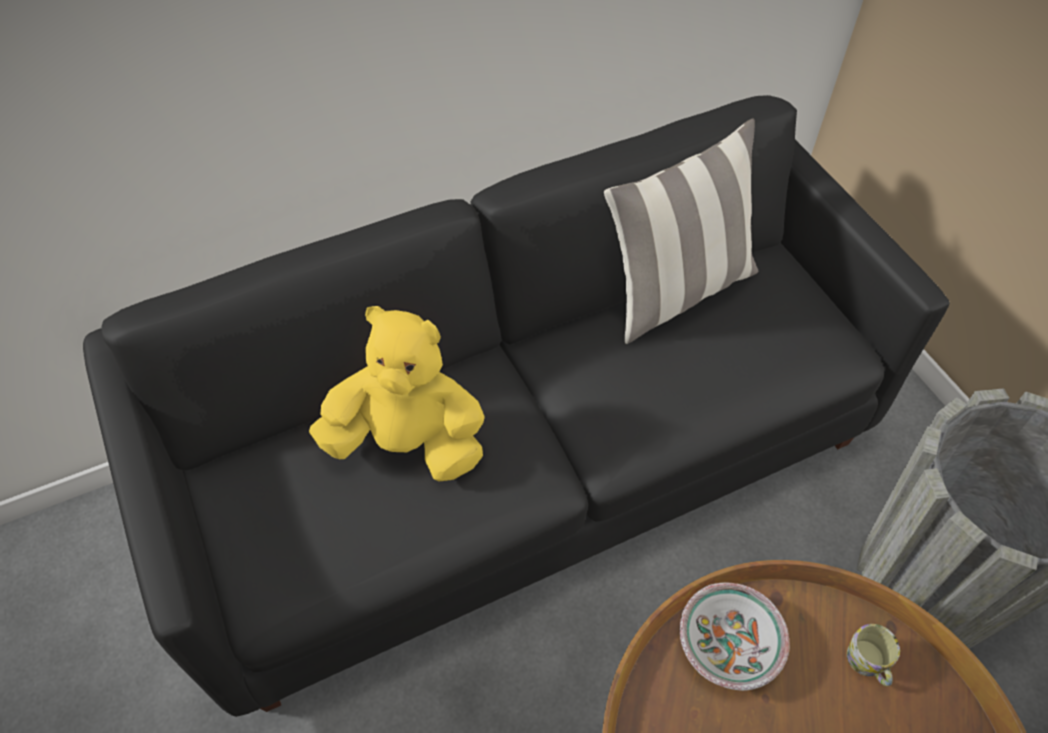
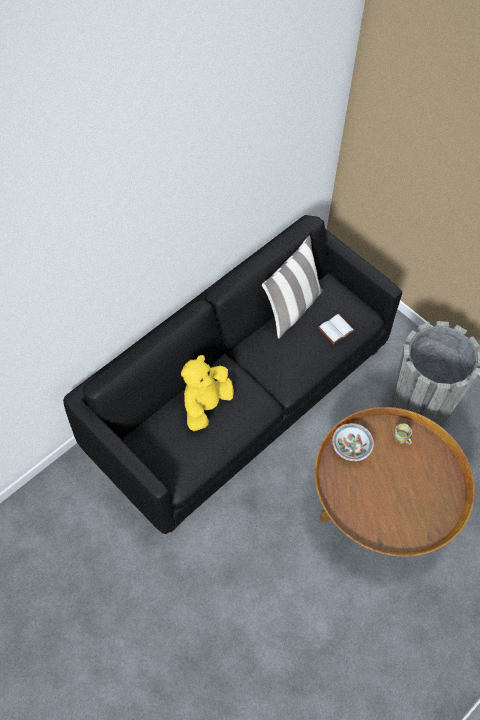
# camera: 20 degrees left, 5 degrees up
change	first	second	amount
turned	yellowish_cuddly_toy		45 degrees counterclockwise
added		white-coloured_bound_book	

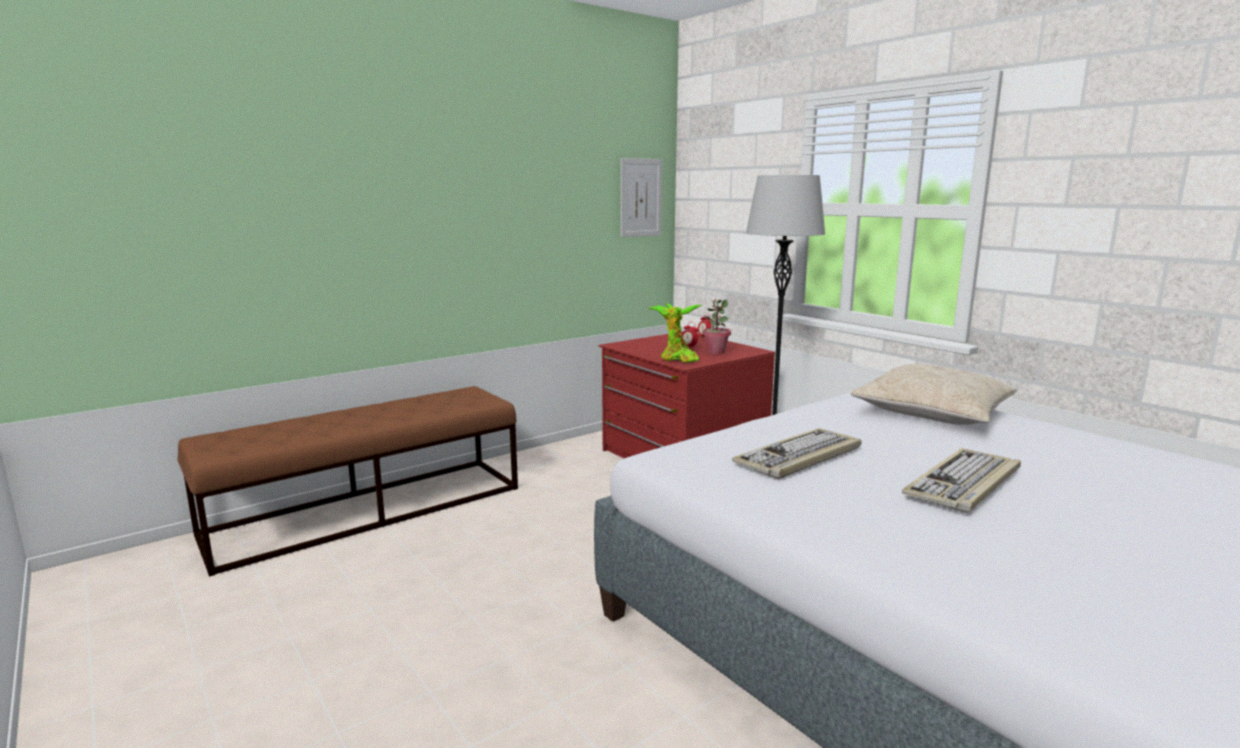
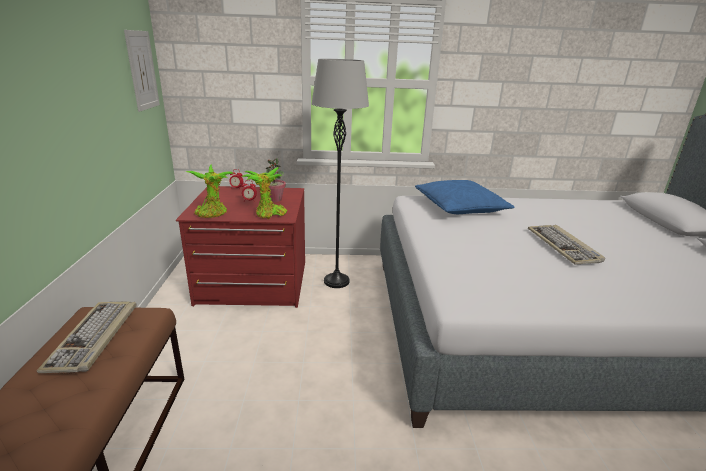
# camera: 55 degrees left, 10 degrees up
change	first	second	amount
moved	keyboard (1st from left)		
added		houseplant (1st from left)	
recoloured	sand-coloured_cushion	bluish_cushion	

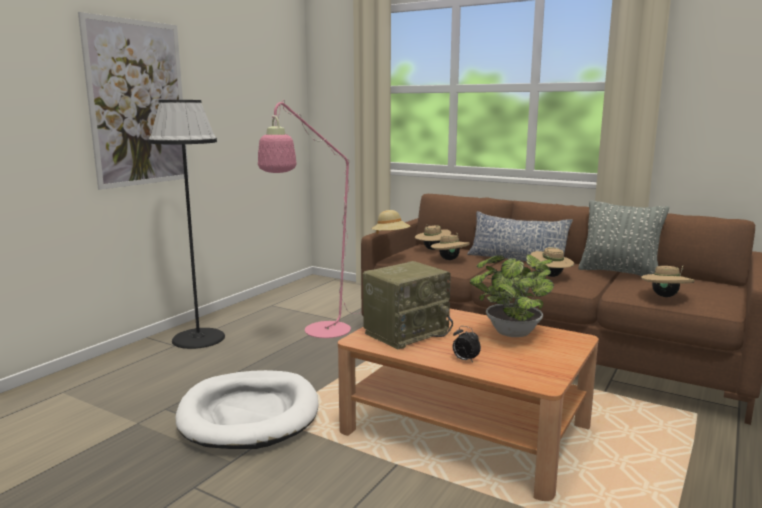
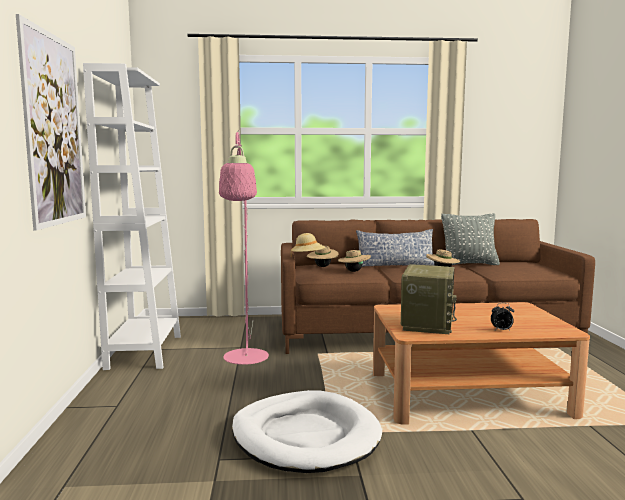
# camera: 35 degrees left, 5 degrees down
change	first	second	amount
added		white-coloured_bookcase	
removed	black-coloured_standard_lamp		
removed	houseplant		
removed	sand-coloured_clothing_hat (5th from left)		

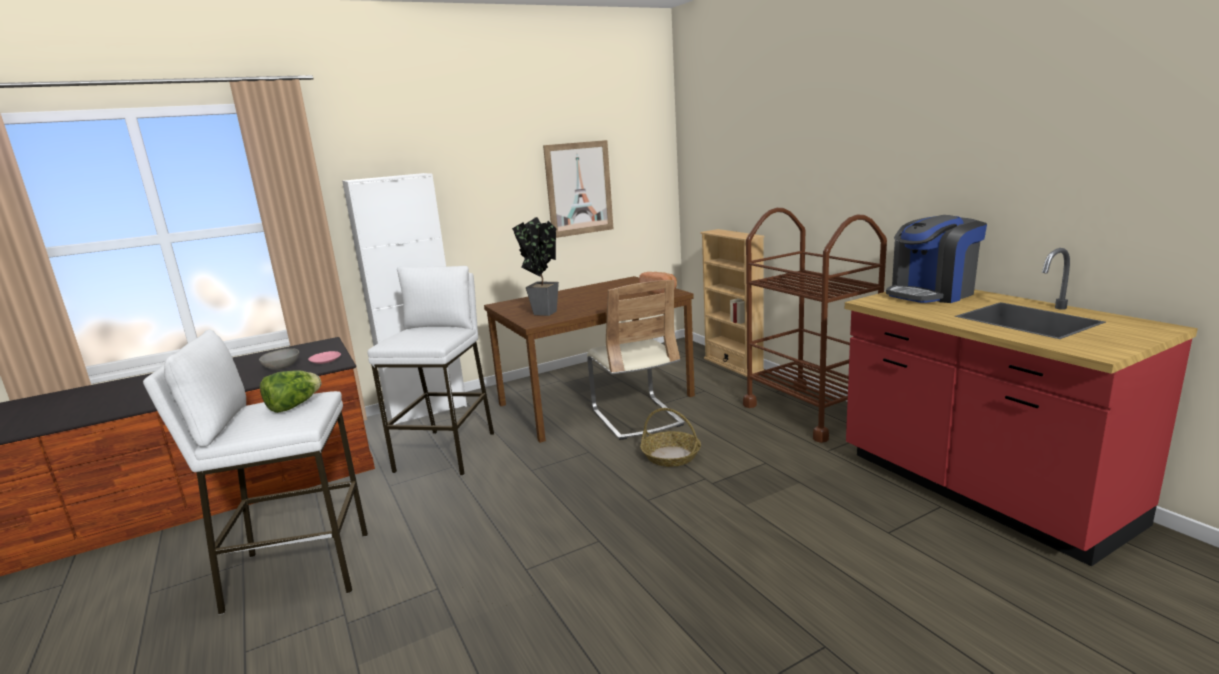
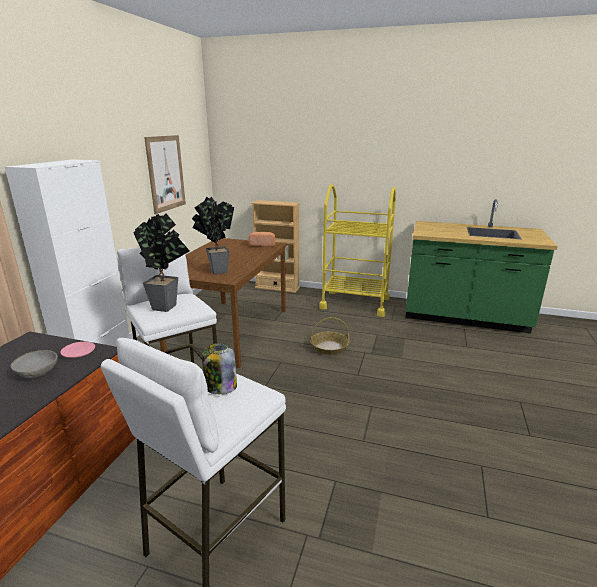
# camera: 45 degrees left, 5 degrees up
change	first	second	amount
added		houseplant (1st from left)	
replaced	lettuce	preserve_jar	
recoloured	brown_trolley	yellowish_trolley	
recoloured	reddish_kitchen_counter	greenish_kitchen_counter	
removed	sand-coloured_chair		
removed	coffee_machine		

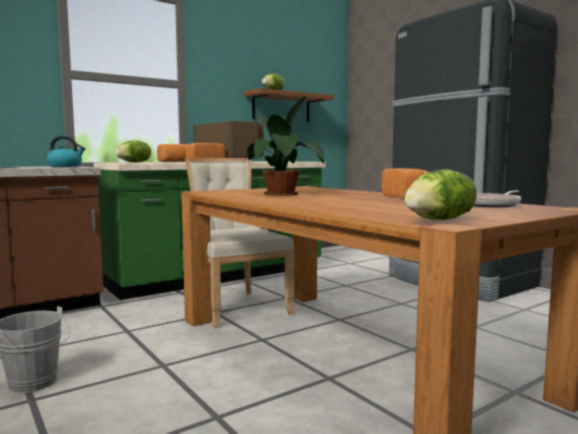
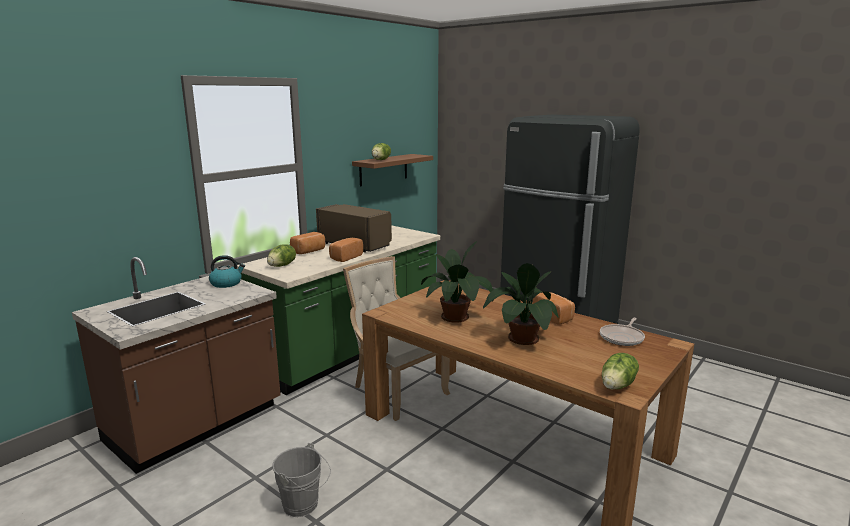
# camera: 15 degrees left, 10 degrees up
change	first	second	amount
added		houseplant (2nd from left)	

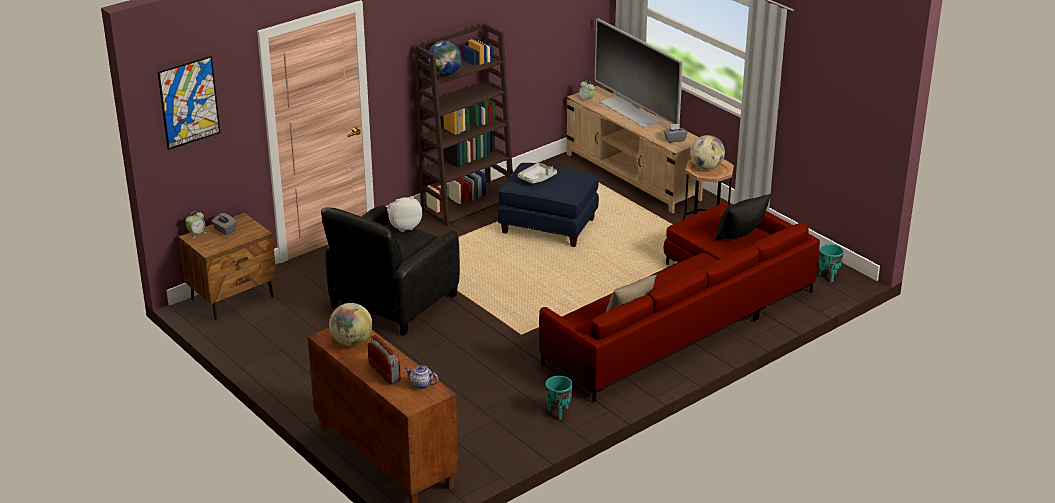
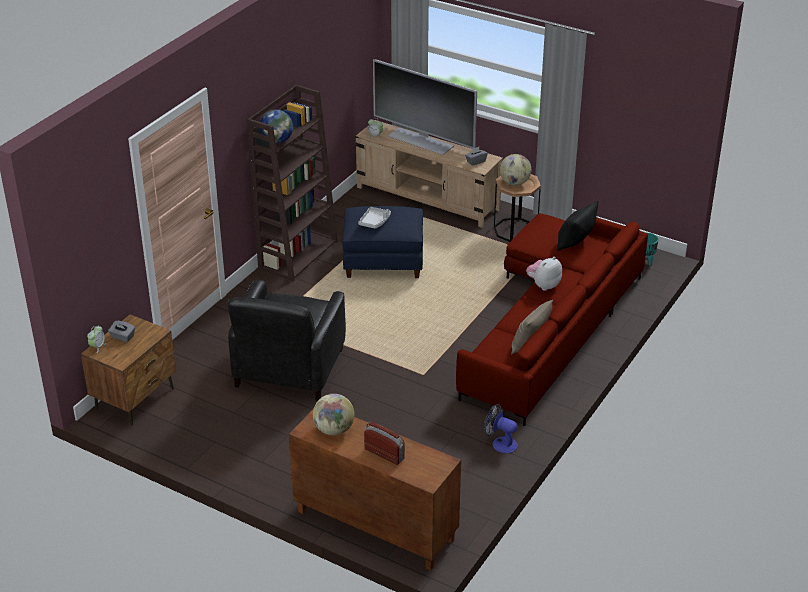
# camera: 20 degrees left, 5 degrees up
change	first	second	amount
replaced	turquoise_flower_pot (1st from left)	cooling_fan	
moved	cuddly_toy		
removed	wall_art		
removed	teapot		

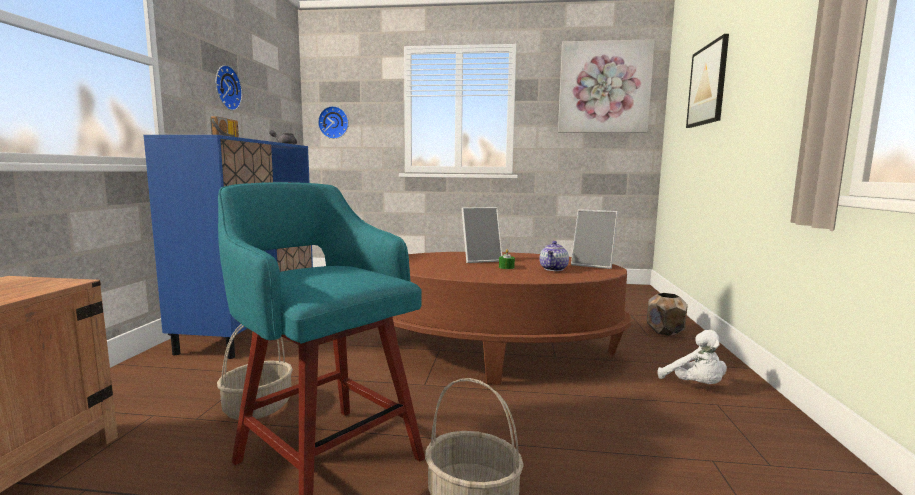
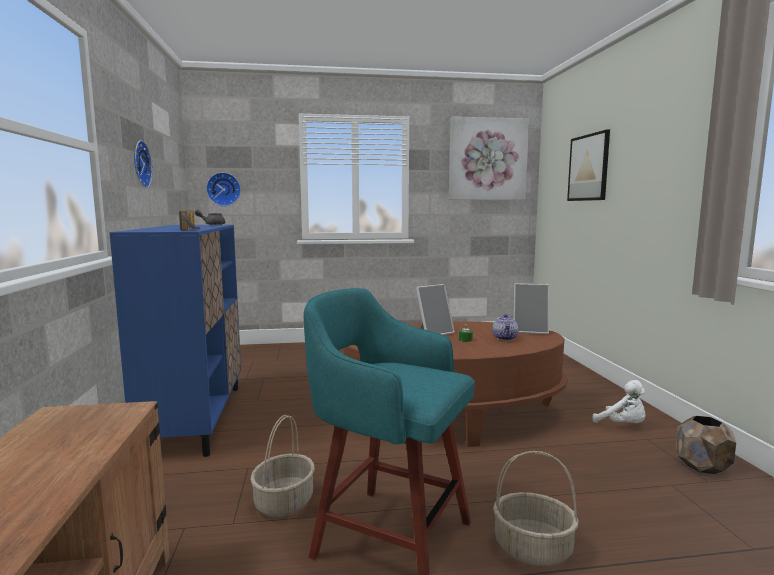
# camera: 15 degrees left, 0 degrees up
change	first	second	amount
moved	brown_flower_pot		

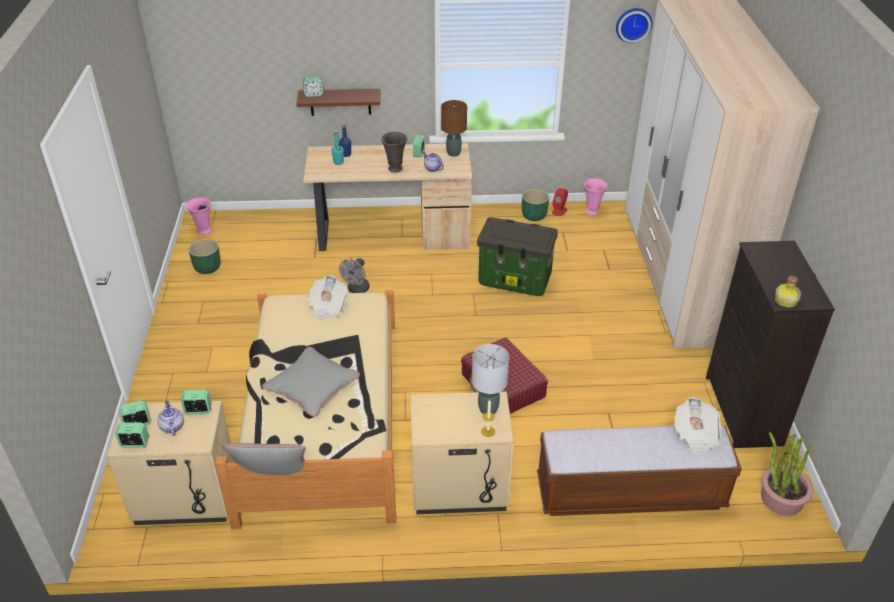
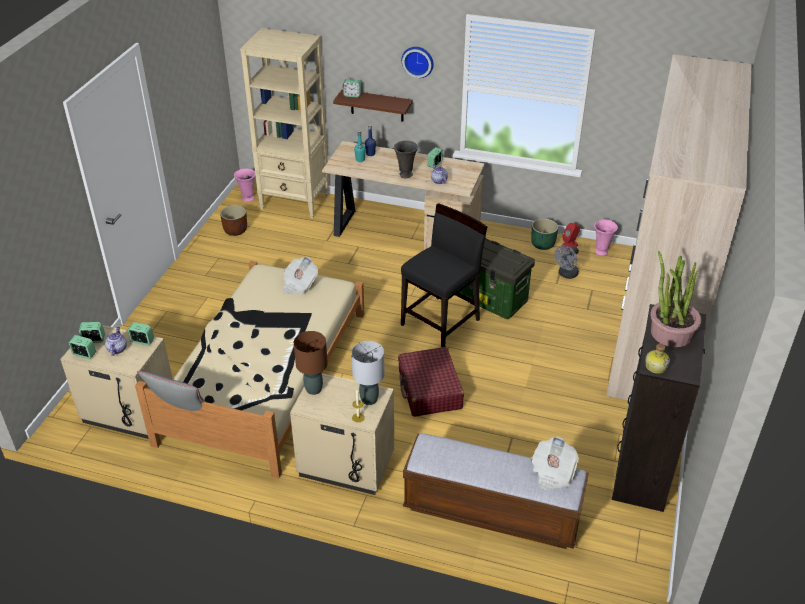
# camera: 20 degrees right, 0 degrees up
change	first	second	amount
recoloured	greenish_flower_pot (1st from left)	brown_flower_pot	
added		sand-coloured_bookcase	
moved	brown_table_lamp		
moved	wall_clock		
added		black-coloured_chair	
moved	grey_cooling_fan		
moved	houseplant		
removed	grey_cushion (2nd from left)		

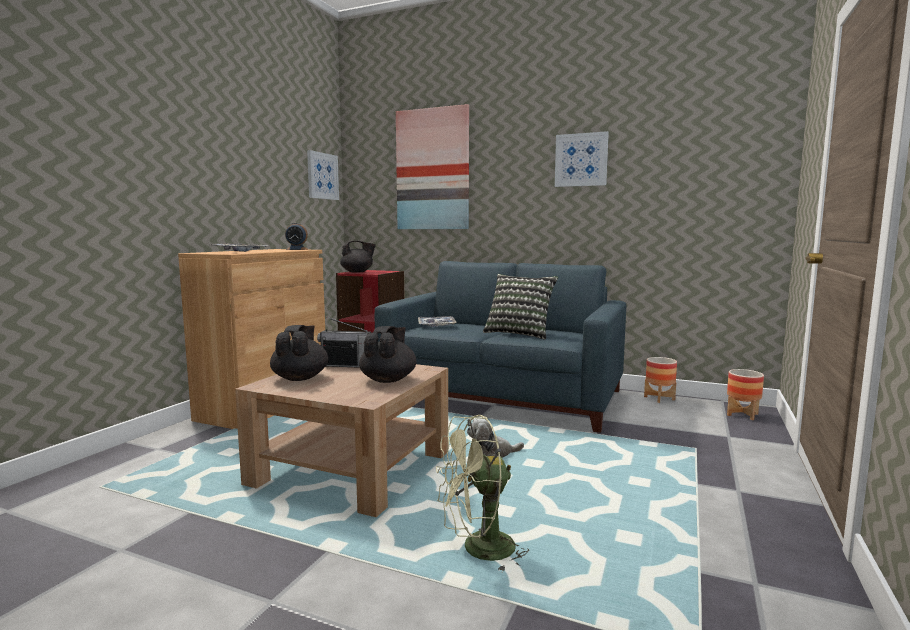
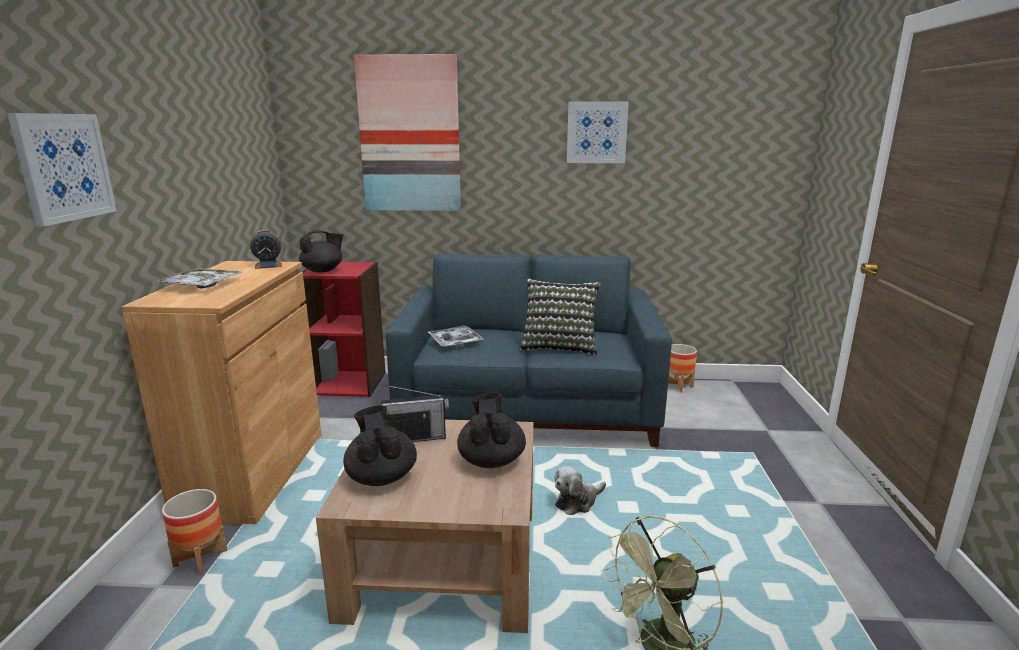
# camera: 20 degrees left, 10 degrees up
change	first	second	amount
moved	wall_art (1st from left)		
moved	flower_pot (2nd from left in the first image)	flower_pot (1st from left)	

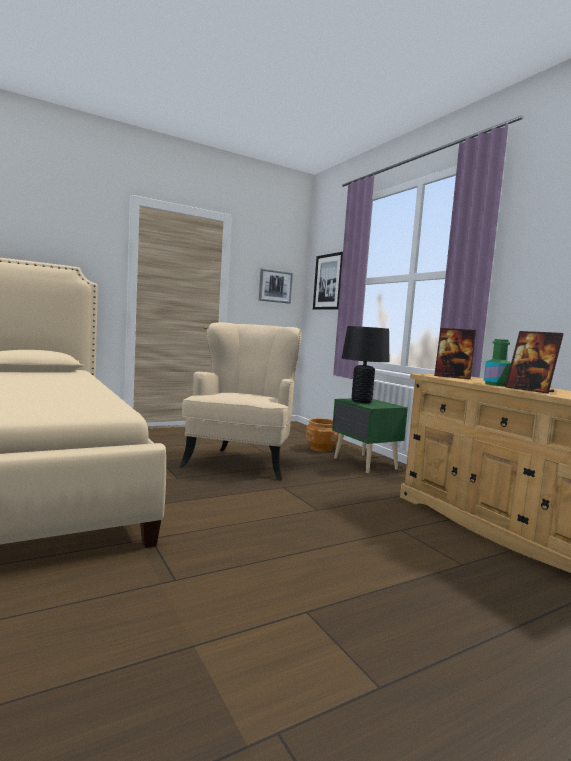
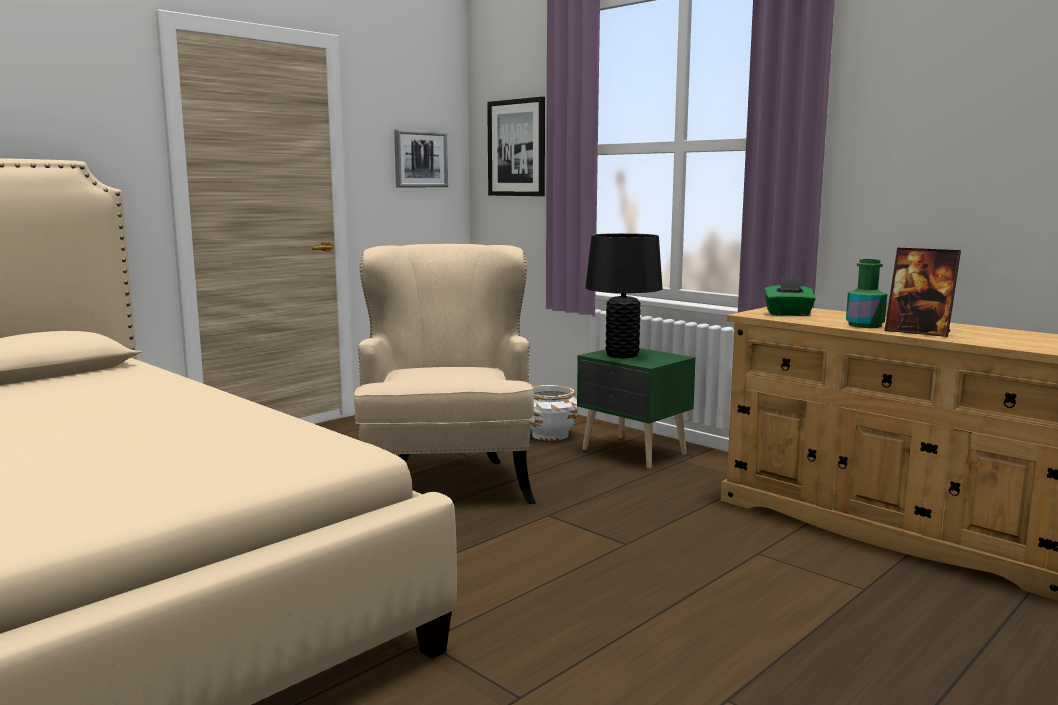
# camera: 15 degrees left, 5 degrees up
change	first	second	amount
recoloured	brown_flower_pot	white-coloured_flower_pot	
replaced	standing_frame (1st from left)	greenish_box_of_tissues	

